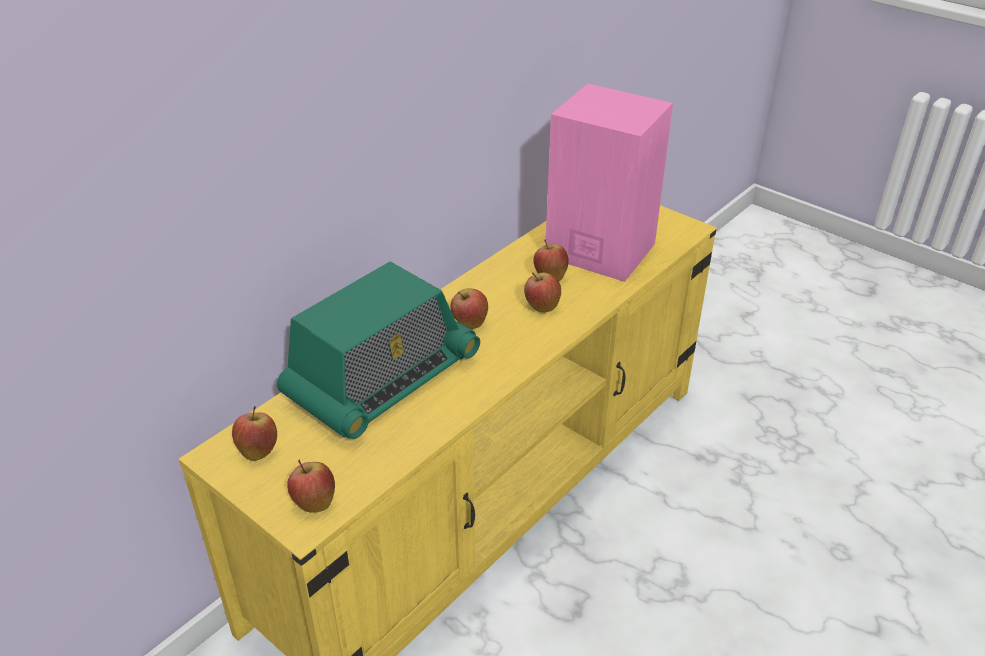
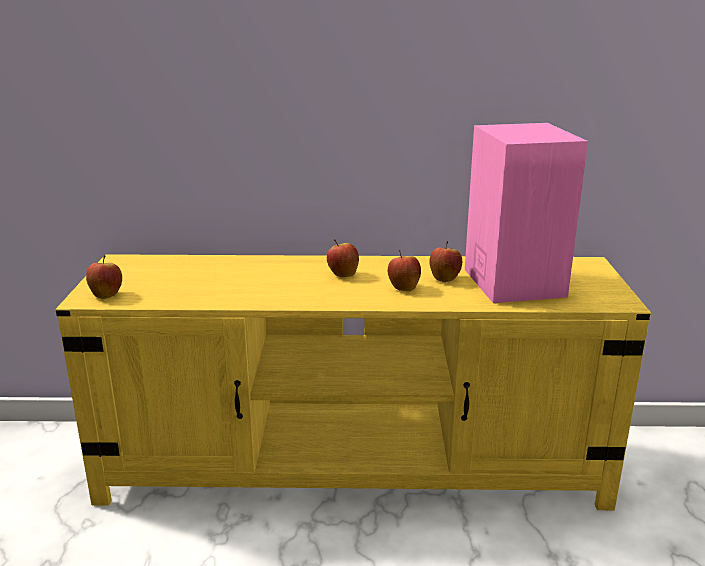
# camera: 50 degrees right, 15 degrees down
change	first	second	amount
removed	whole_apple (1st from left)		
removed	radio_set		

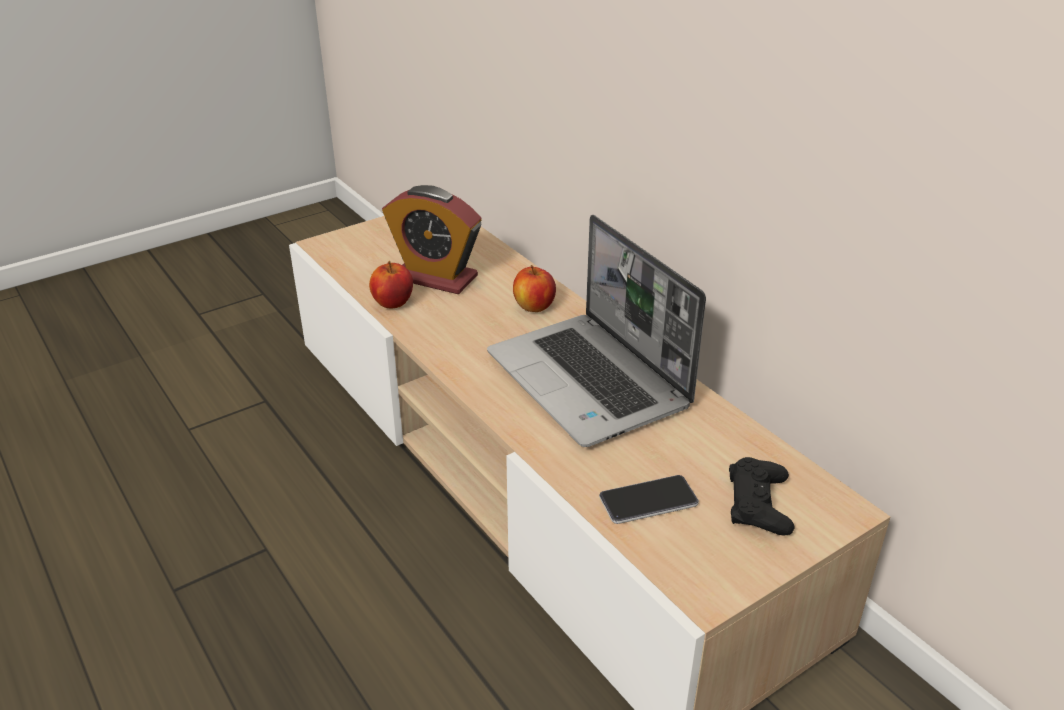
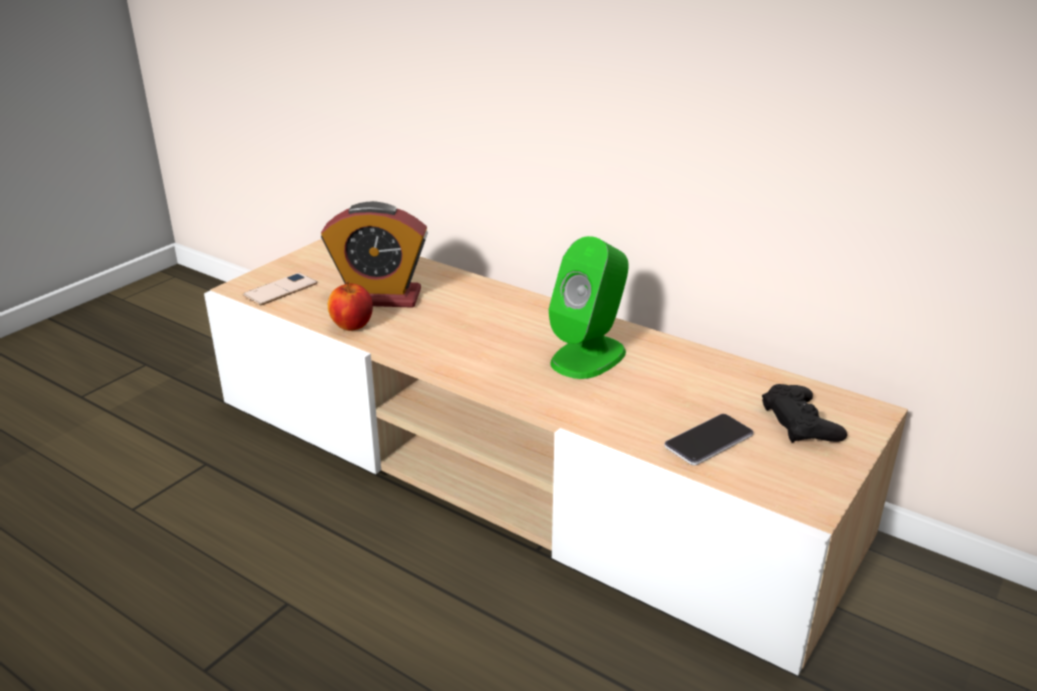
# camera: 20 degrees left, 5 degrees down
change	first	second	amount
added		telephone (1st from left)	
replaced	notebook_computer	greenish_audio_speaker	
removed	whole_apple (2nd from left)		

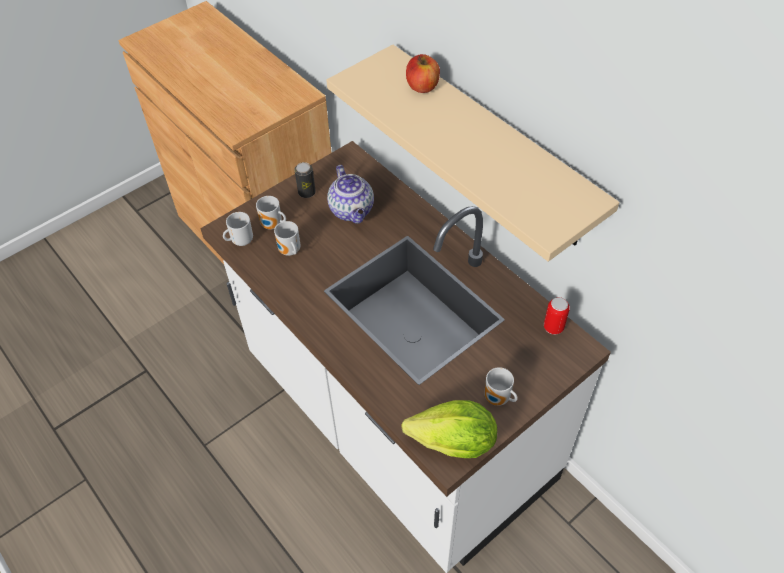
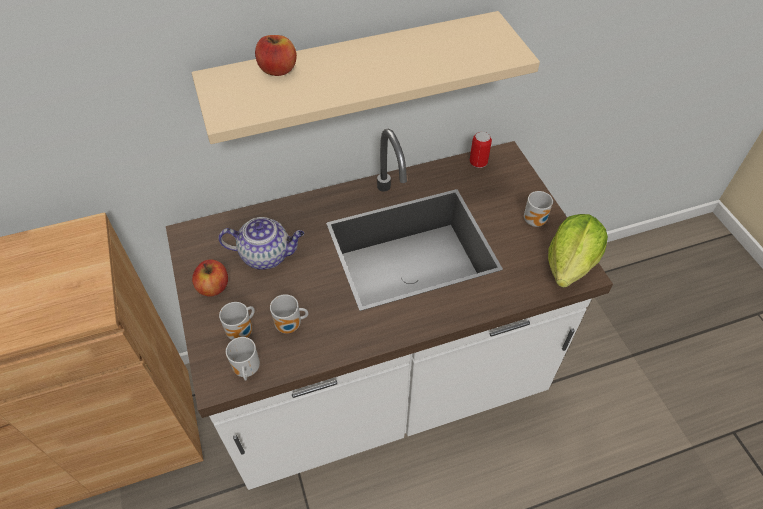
# camera: 70 degrees left, 0 degrees up
change	first	second	amount
replaced	metal_can (1st from left)	whole_apple (1st from left)	

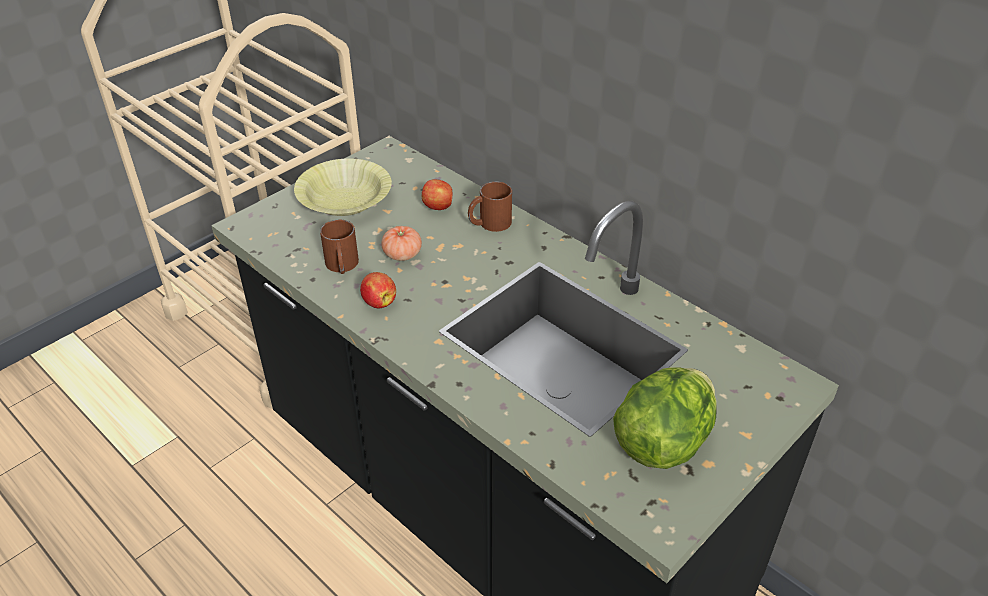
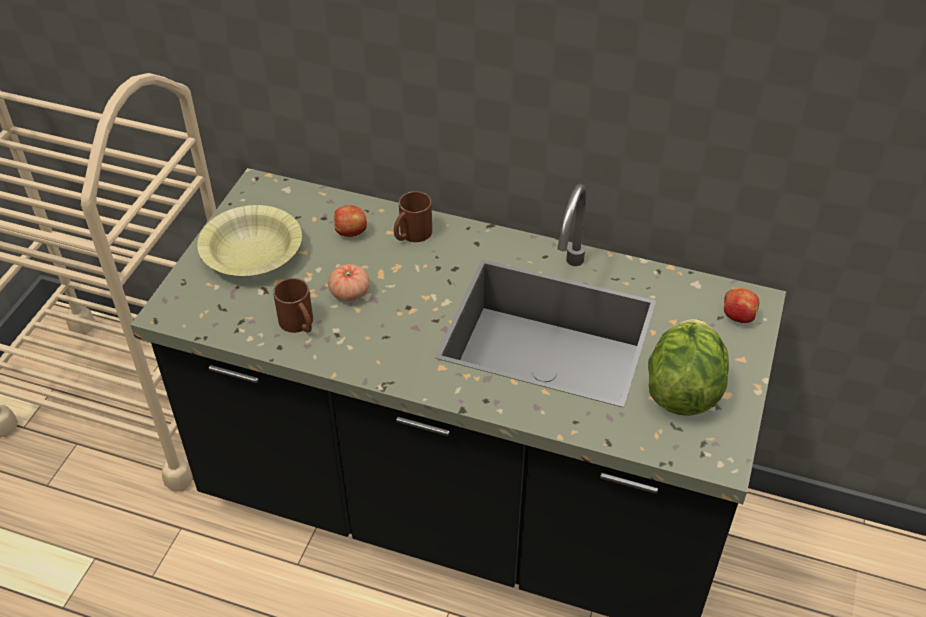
# camera: 25 degrees left, 5 degrees up
change	first	second	amount
moved	whole_apple (1st from left in the first image)	whole_apple (2nd from left)	

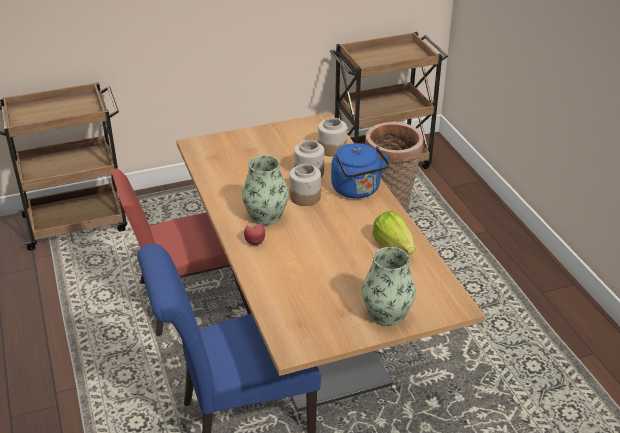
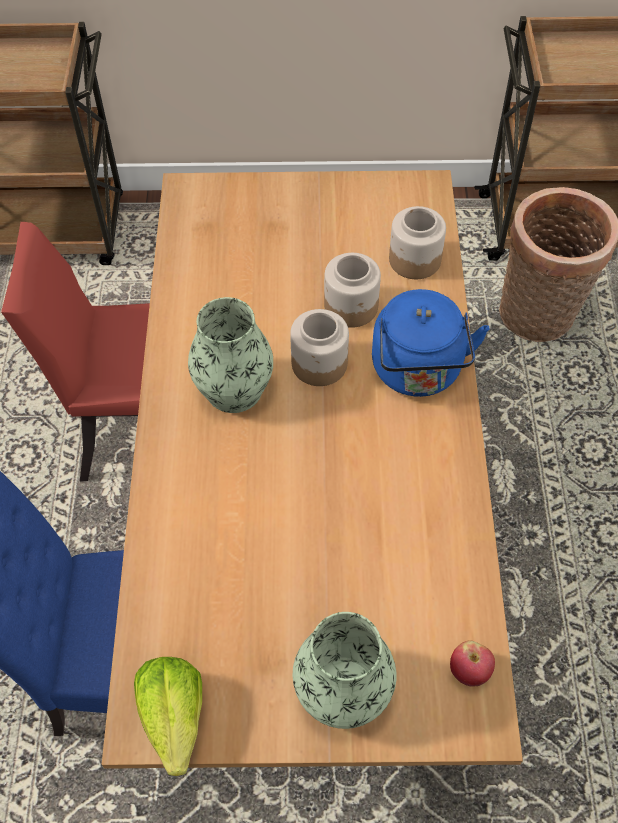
# camera: 20 degrees right, 20 degrees up
change	first	second	amount
moved	lettuce		
moved	whole_apple		

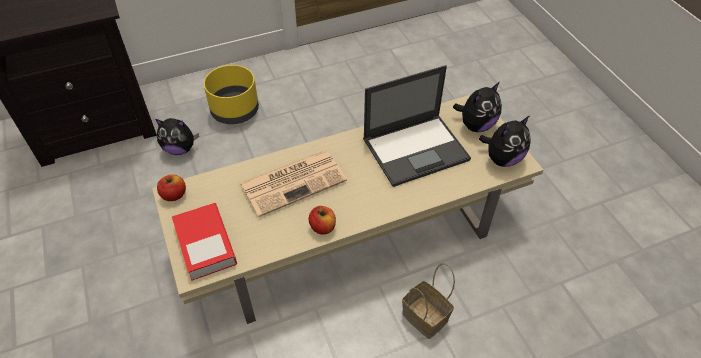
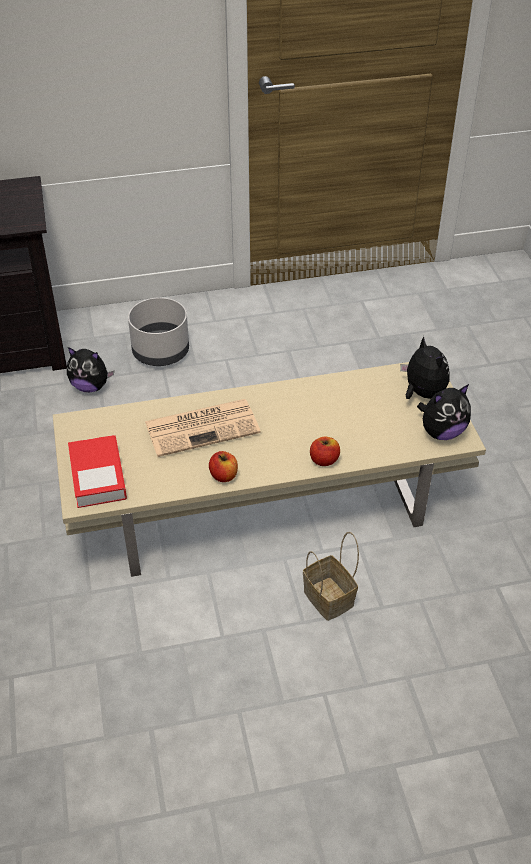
# camera: 10 degrees right, 5 degrees down
change	first	second	amount
recoloured	yellowish_flower_pot	grey_flower_pot	
moved	whole_apple (1st from left in the first image)	whole_apple (2nd from left)	
turned	cuddly_toy (2nd from left)		90 degrees counterclockwise
removed	notebook_computer		

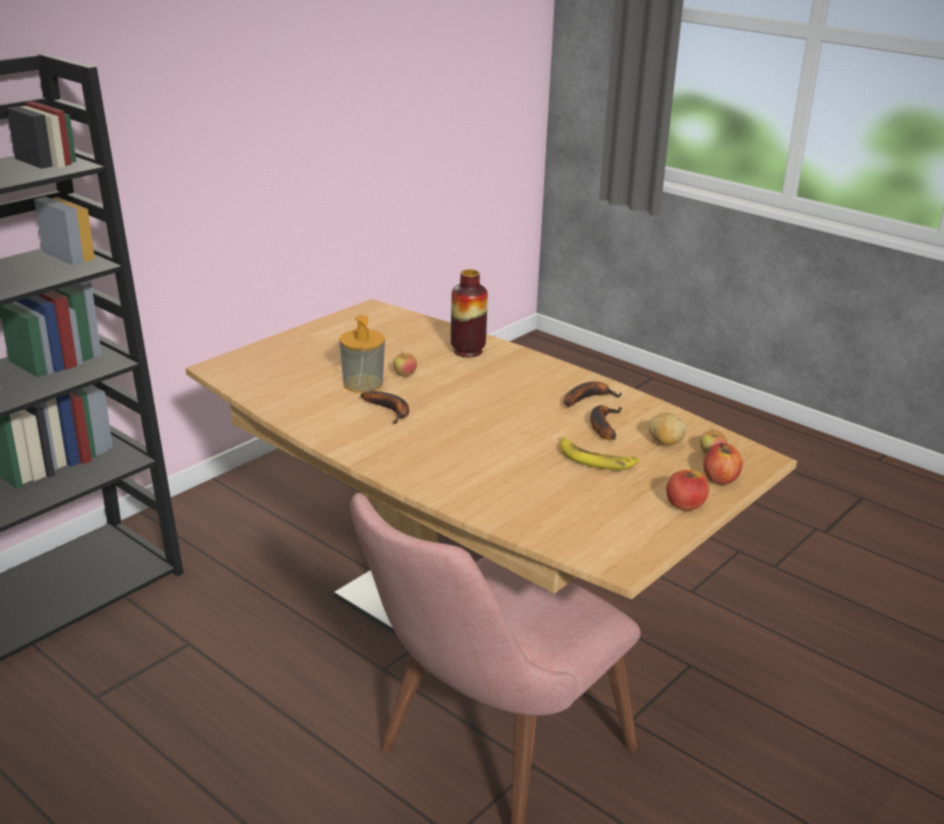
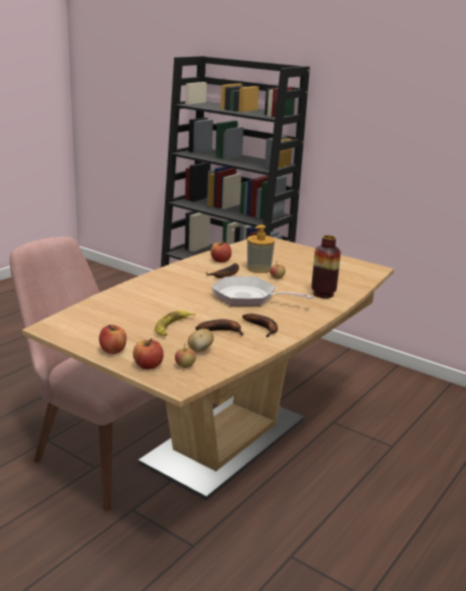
# camera: 85 degrees right, 5 degrees down
change	first	second	amount
added		whole_apple (4th from left)	
added		frying_pan	

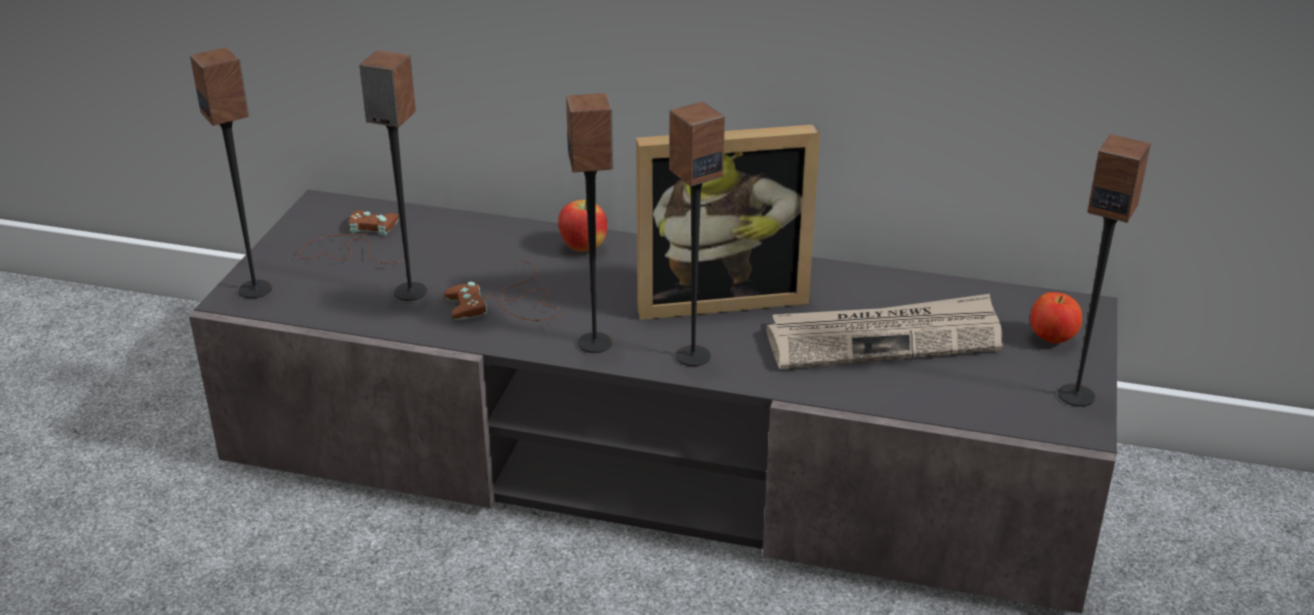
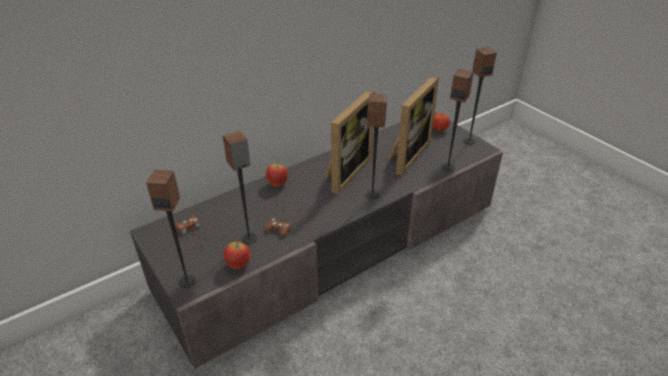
# camera: 50 degrees left, 5 degrees up
change	first	second	amount
added		whole_apple (1st from left)	
replaced	newspaper	standing_frame (2nd from left)	
moved	audio_speaker (3rd from left in the first image)	audio_speaker (4th from left)	

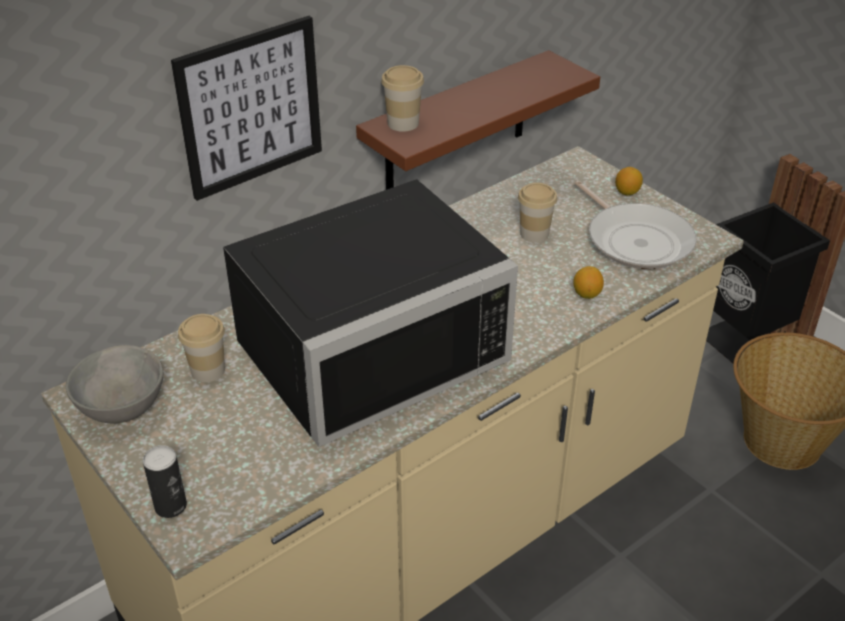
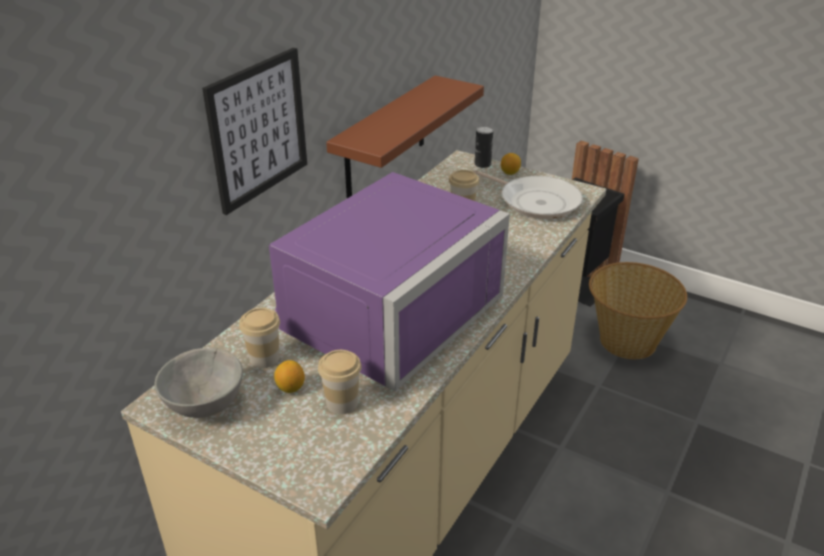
# camera: 20 degrees left, 5 degrees down
change	first	second	amount
recoloured	black-coloured_microwave	purple-coloured_microwave	
moved	whole_lemon (1st from left)		
moved	drinking_cup (2nd from left)		
moved	metal_can		

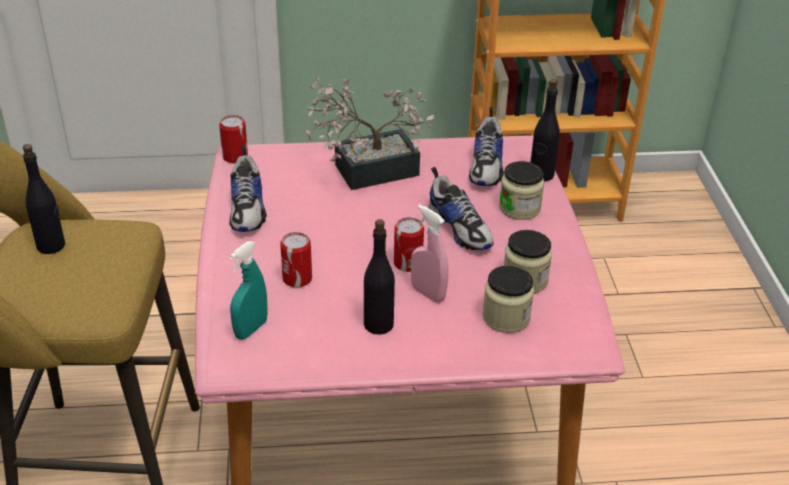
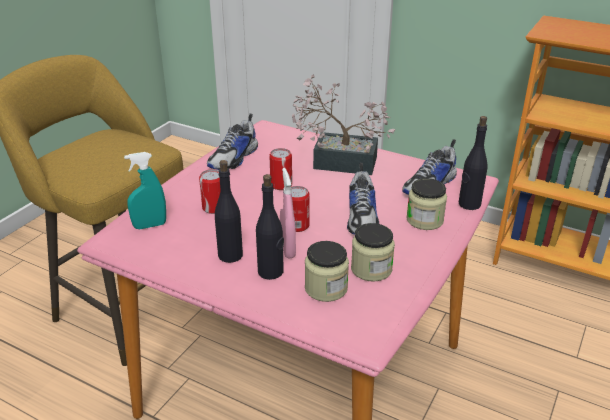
# camera: 35 degrees right, 5 degrees down
change	first	second	amount
moved	black-coloured_beverage_bottle (1st from left in the first image)	black-coloured_beverage_bottle (2nd from left)	
moved	metal_can (1st from left in the first image)	metal_can (2nd from left)	

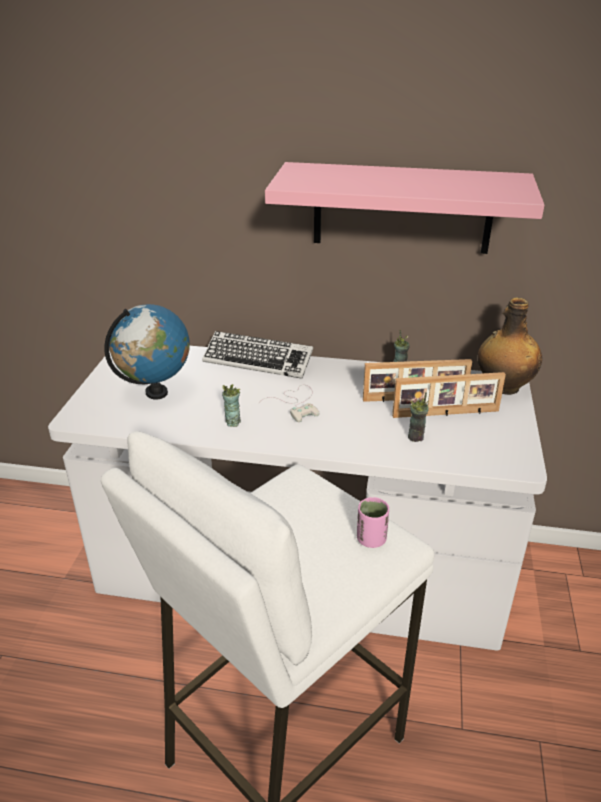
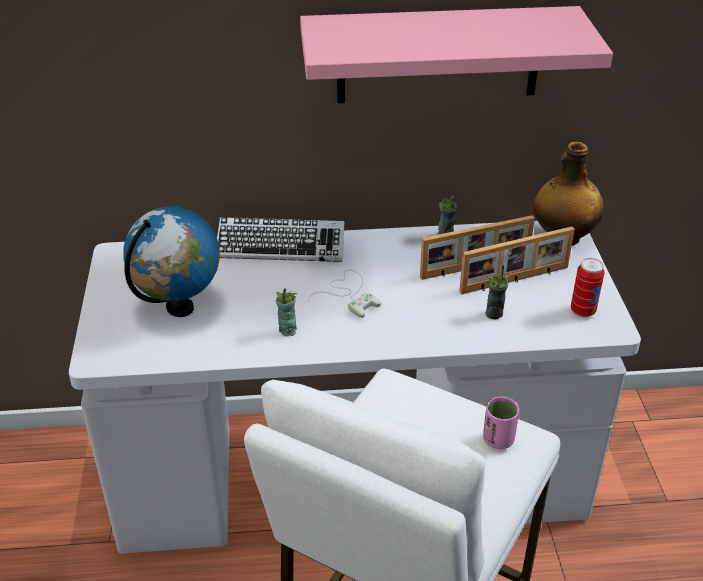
# camera: 15 degrees left, 5 degrees up
change	first	second	amount
added		metal_can	

